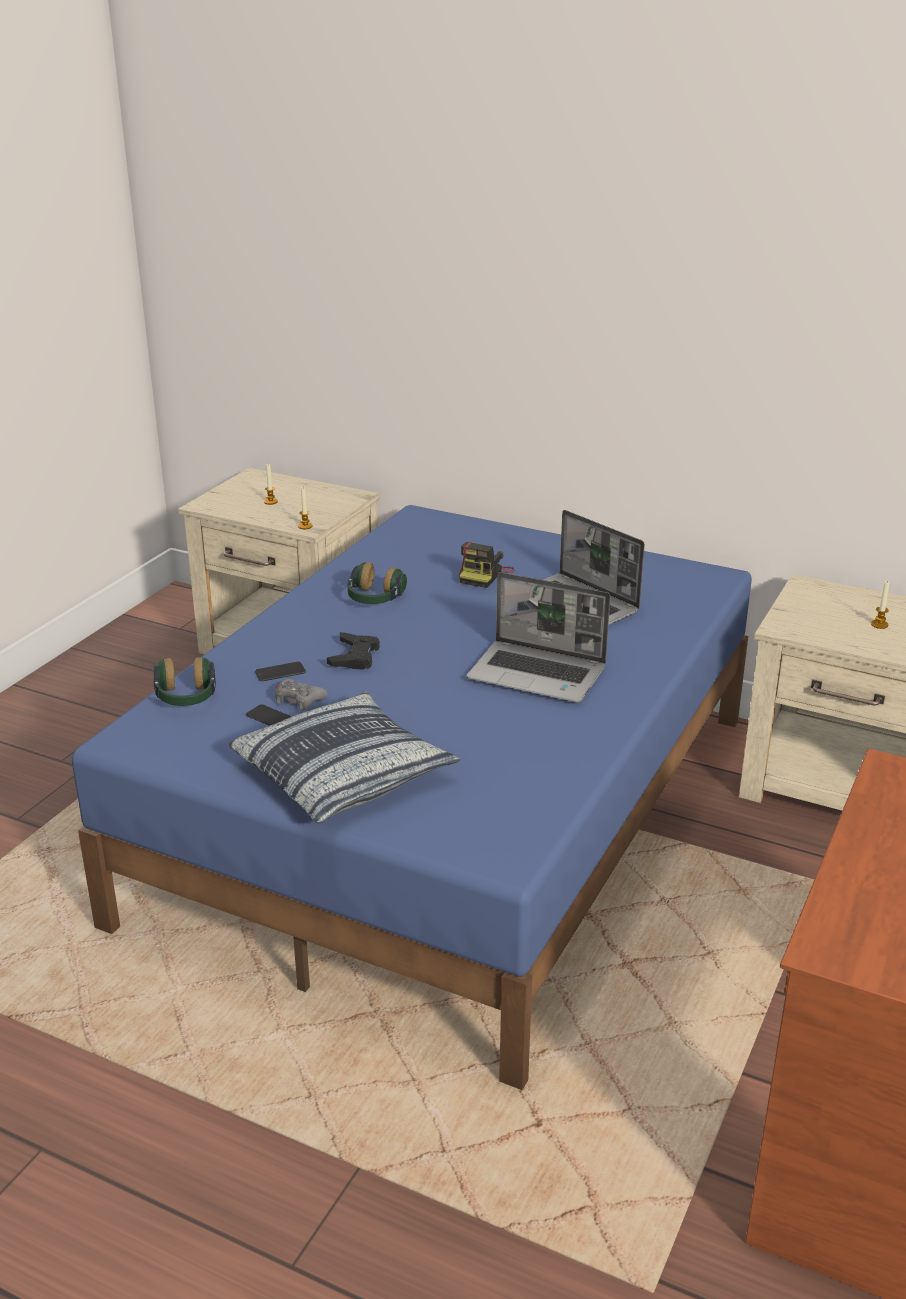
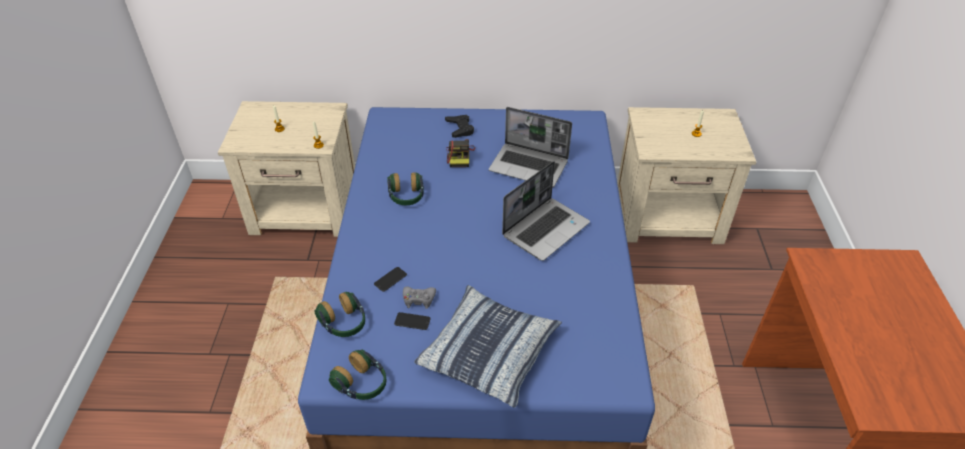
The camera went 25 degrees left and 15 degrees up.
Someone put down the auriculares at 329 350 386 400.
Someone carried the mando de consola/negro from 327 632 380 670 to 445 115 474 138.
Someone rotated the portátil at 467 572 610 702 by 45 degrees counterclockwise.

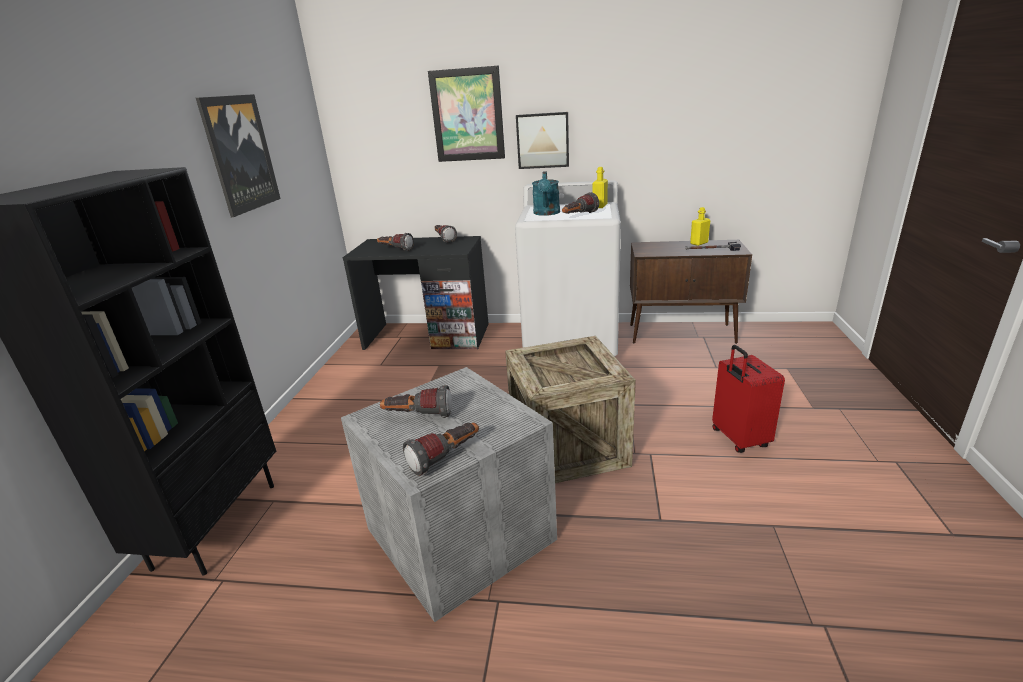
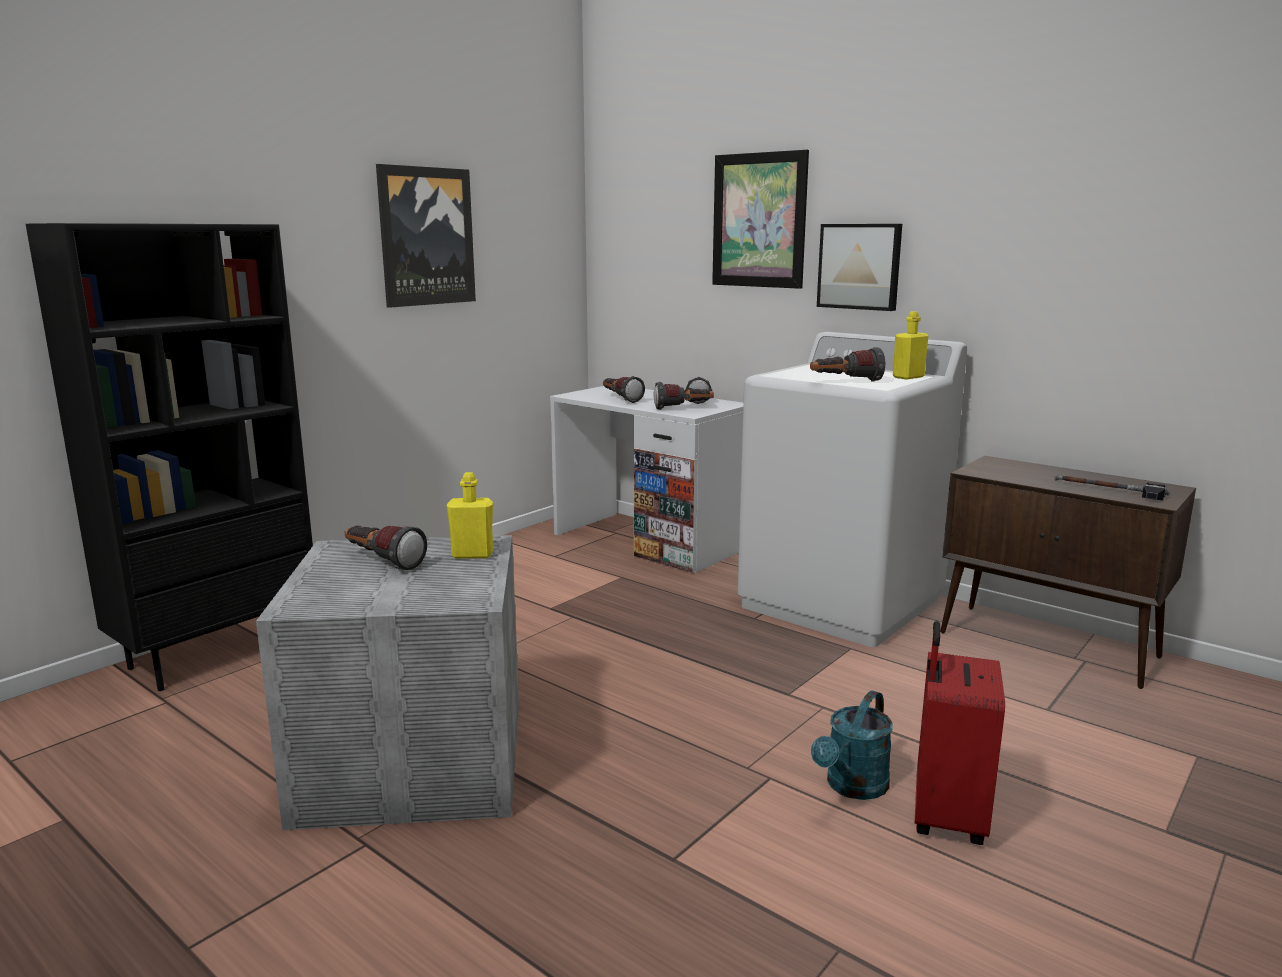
The camera went 30 degrees right and 10 degrees down.
Someone took away the caja de embalaje at 505 336 636 483.
Someone carried the linterna from 403 422 479 476 to 654 382 714 410.
Someone carried the regadera/turquesa from 532 171 560 216 to 811 690 893 800.
Someone carried the botella/amarillo from 690 207 711 246 to 446 472 493 559.
Someone repainted the escritorio/negro at 343 236 489 350, which became the escritorio/blanco at 550 386 743 573.

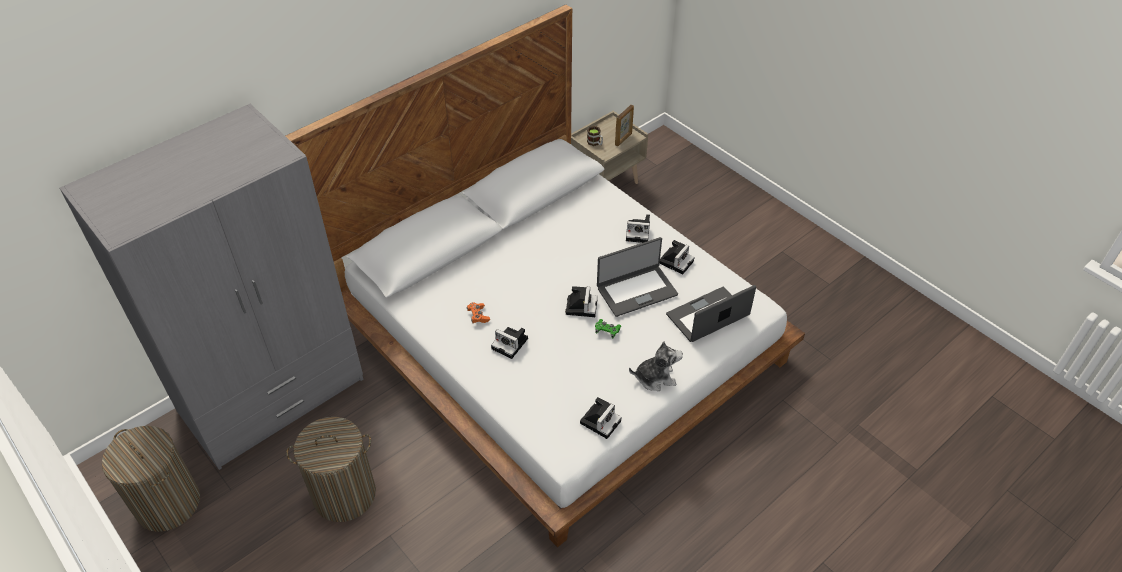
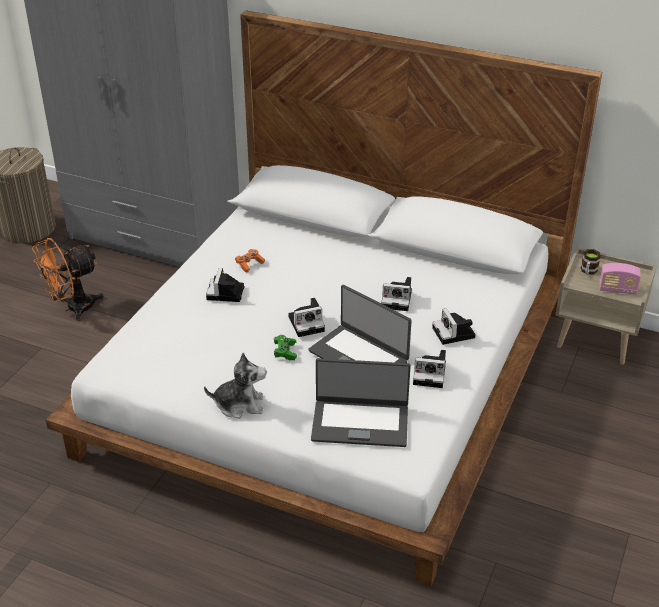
The camera went 65 degrees right and 10 degrees down.
Someone carried the cámara from 580 397 622 439 to 381 277 412 311.
Someone swapped the cesto de la ropa at 286 417 376 522 for the ventilador/naranja at 32 238 104 321.
Someone swapped the portarretratos at 615 105 634 146 for the radio at 599 263 641 294.
Someone rotated the peluche at 629 341 683 391 by 60 degrees counterclockwise.
Someone rotated the portátil at 666 285 756 342 by 150 degrees clockwise.

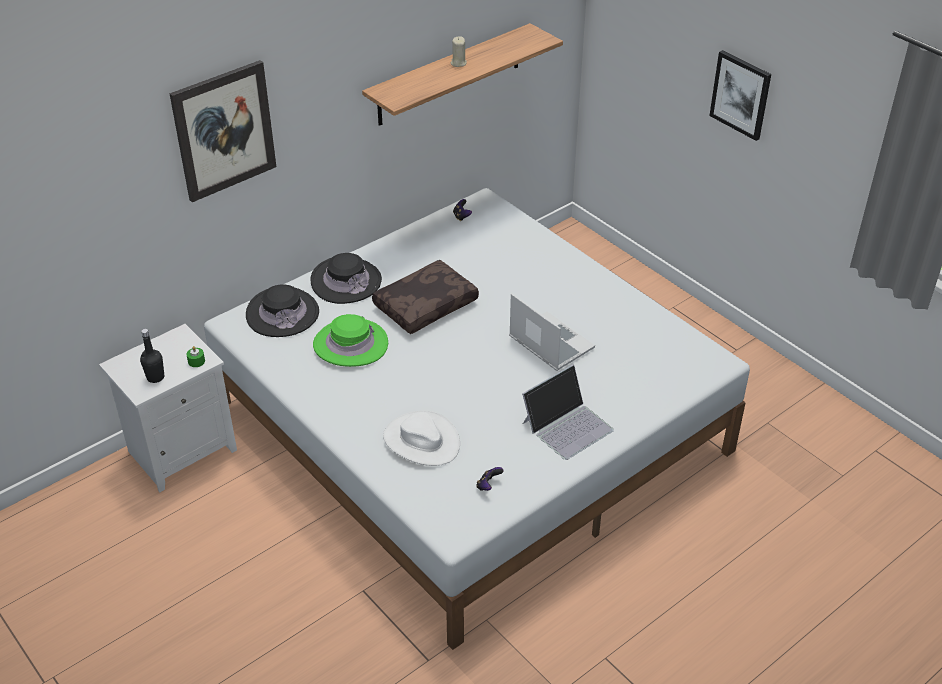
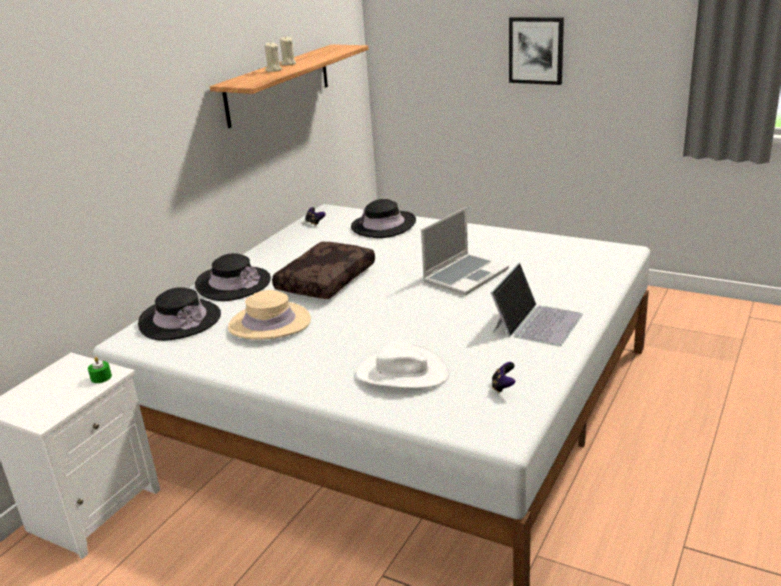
The camera went 20 degrees left and 15 degrees down.
Someone took away the botella/negro at 140 329 164 383.
Someone took away the cuadro at 170 60 276 202.
Someone put down the vela/beis at 264 42 282 72.
Someone put down the sombrero/negro at 351 199 416 238.
Someone repainted the sombrero/verde at 313 314 388 367, which became the sombrero/beis at 228 290 311 340.
Someone rotated the portátil at 509 293 595 371 by 105 degrees clockwise.

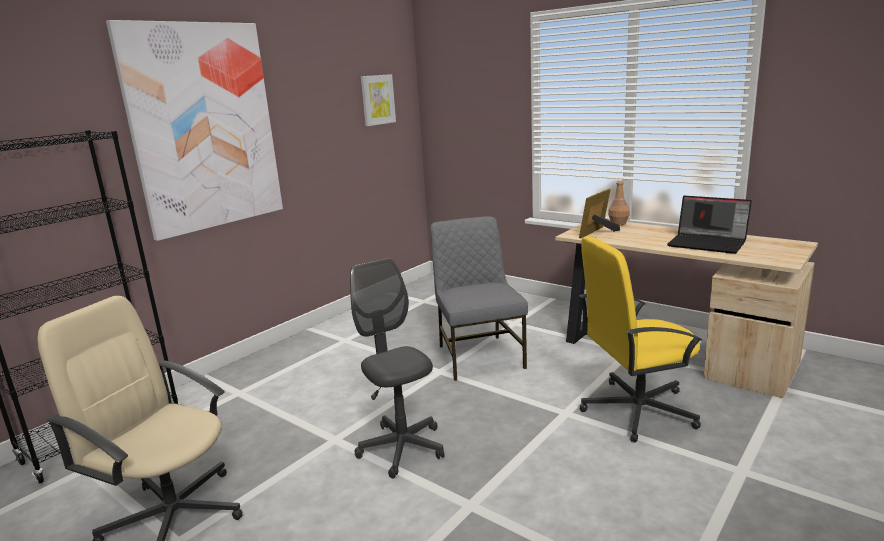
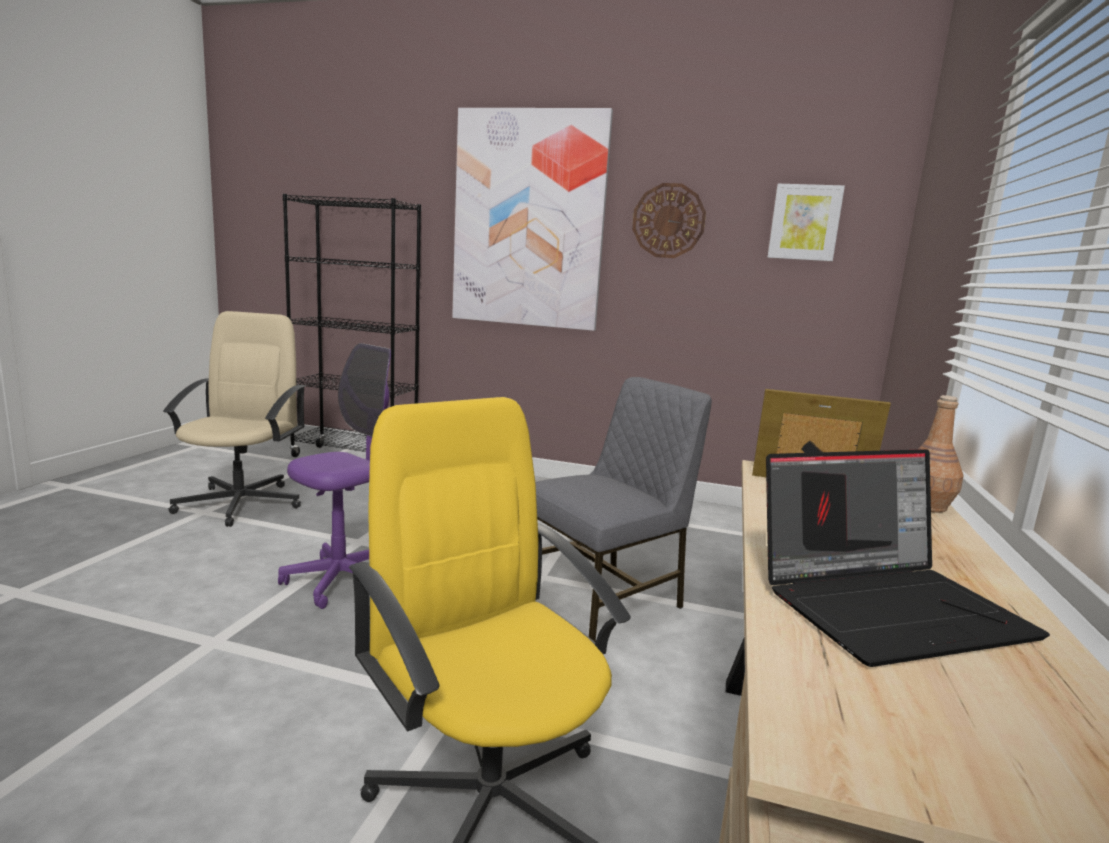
The camera went 65 degrees right and 5 degrees down.
Someone put up the reloj de pared at 632 183 706 258.
Someone repainted the silla de oficina/gris at 350 258 445 479, which became the silla de oficina/morado at 278 343 391 609.
Someone rotated the portátil at 667 196 752 254 by 120 degrees counterclockwise.

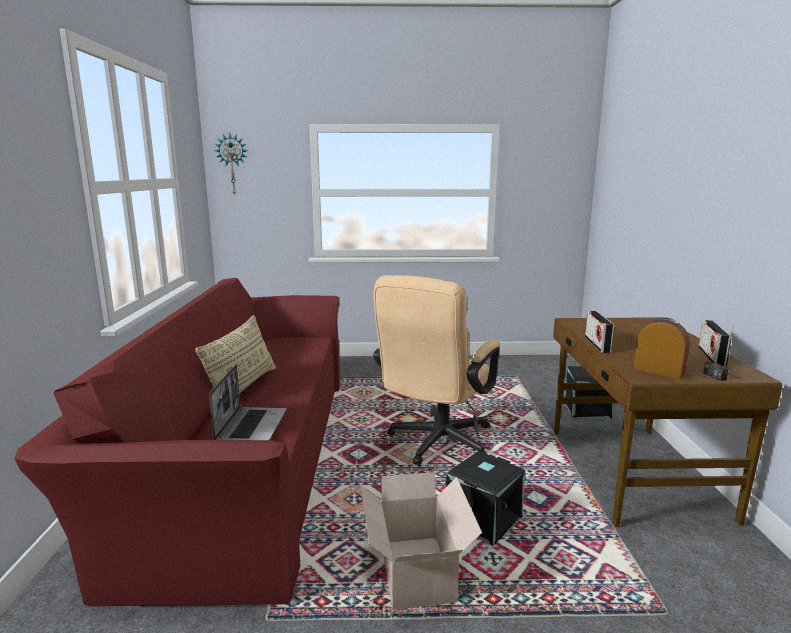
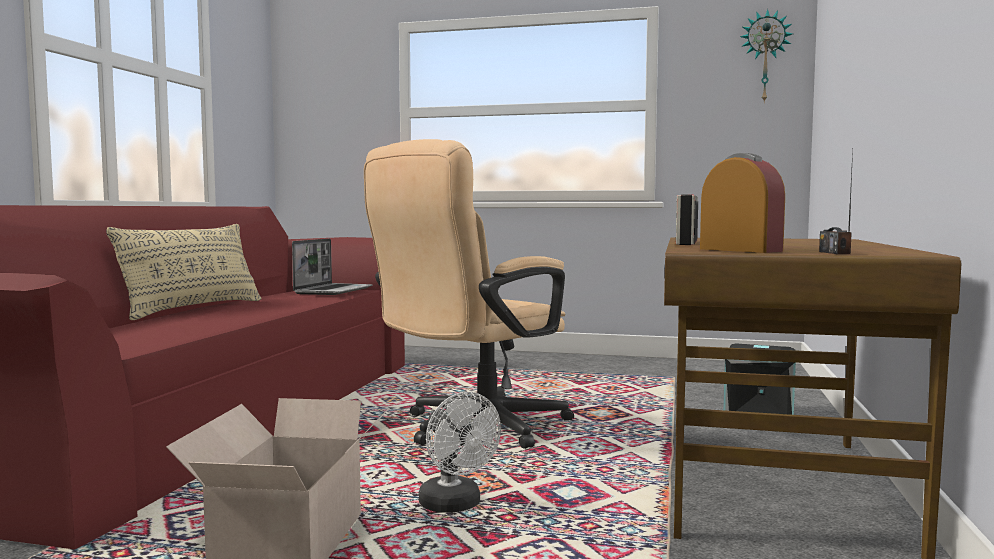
The camera went 15 degrees right and 10 degrees down.
Someone took away the radio at 698 320 731 366.
Someone carried the portátil from 209 365 287 440 to 292 239 373 295.
Someone carried the reloj de pared from 214 133 248 196 to 740 9 793 102.
Someone swapped the caja de almacenaje/negro at 446 451 525 546 for the ventilador/blanco at 419 392 501 513.

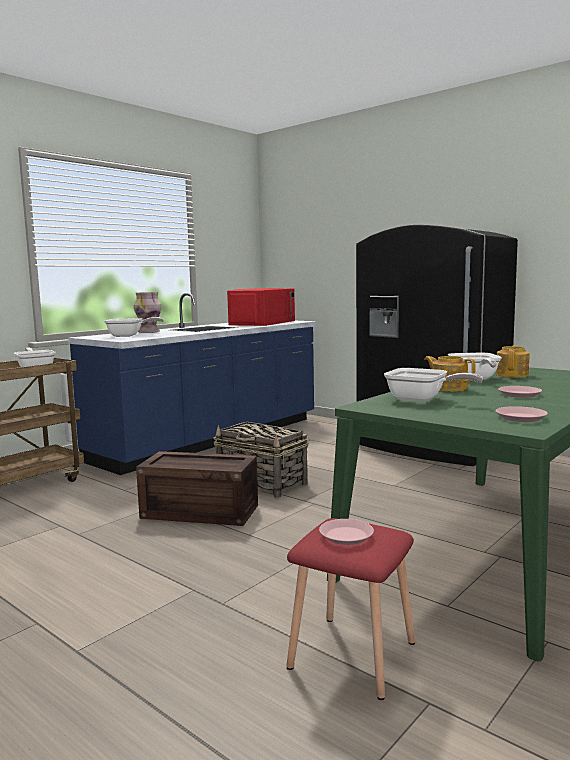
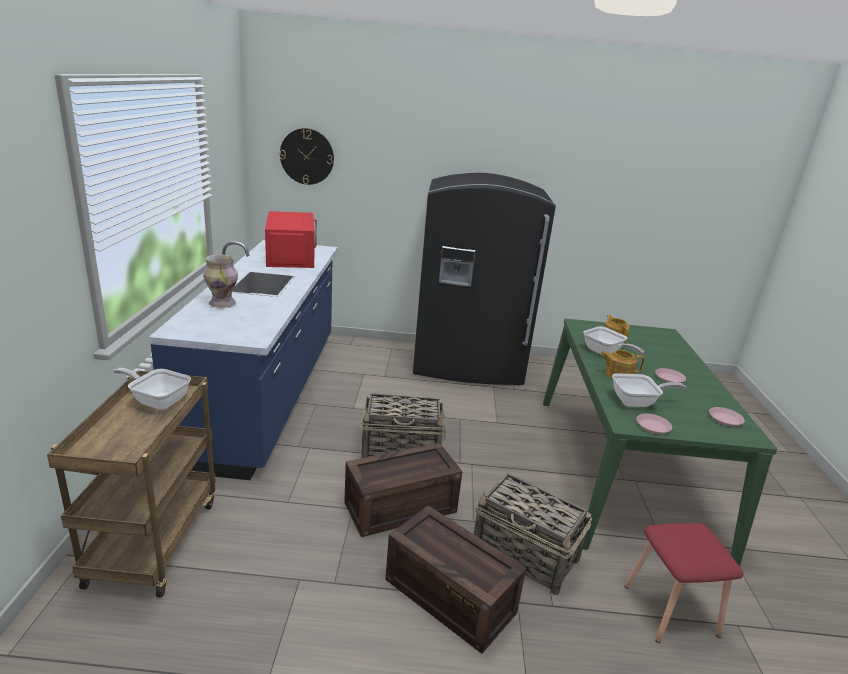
The camera went 40 degrees left and 15 degrees up.
Someone took away the sartén at 104 317 164 337.
Someone put up the reloj de pared at 280 128 334 185.
Someone put down the caja de embalaje at 385 506 526 654.
Someone put down the cesta at 474 473 592 595.
Someone carried the plato/rosa from 319 519 374 545 to 636 413 672 434.

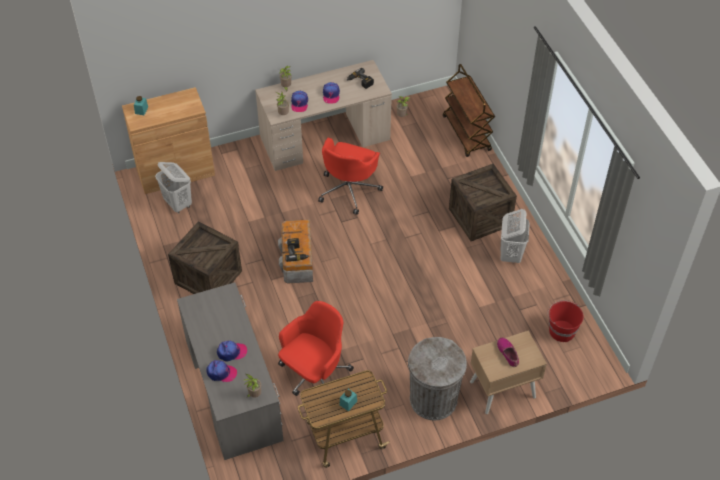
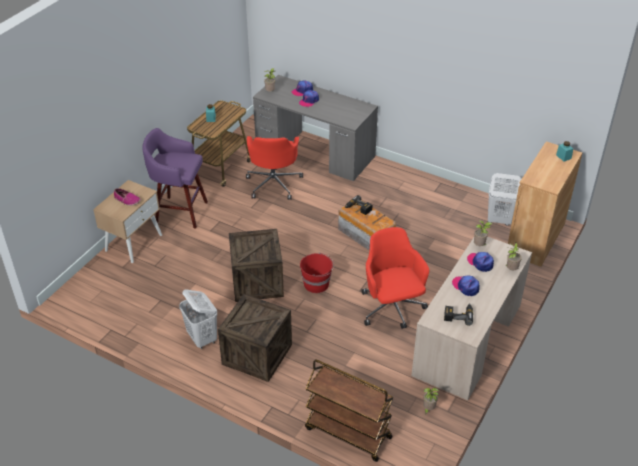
The camera went 140 degrees right and 10 degrees down.
Someone carried the caja de embalaje from 168 221 242 294 to 229 229 284 302.
Someone carried the cubo/rojo from 548 300 584 342 to 300 253 334 293.
Someone swapped the papelera/gris at 408 337 467 420 for the taburete/morado at 143 128 208 229.

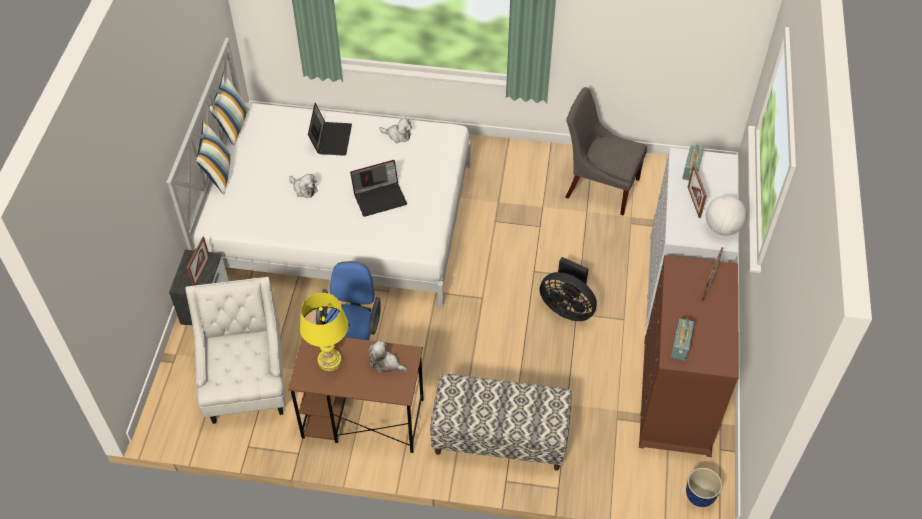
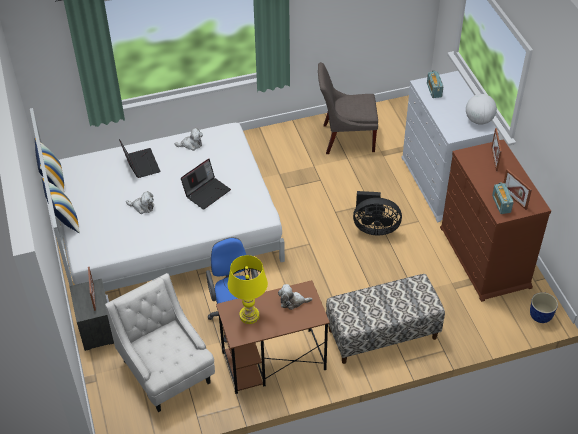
The camera went 25 degrees left and 5 degrees down.
Someone carried the portarretratos from 688 164 707 218 to 503 169 532 210.

